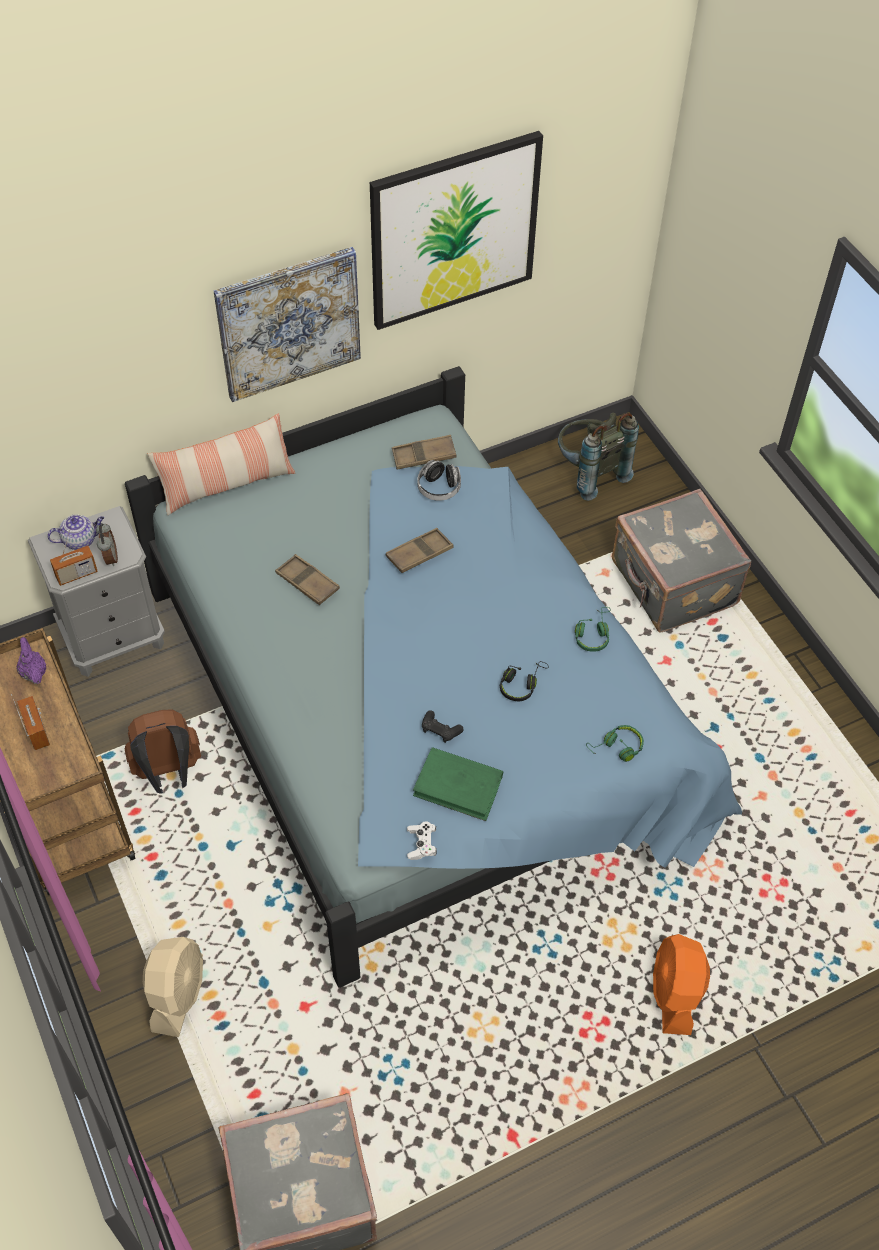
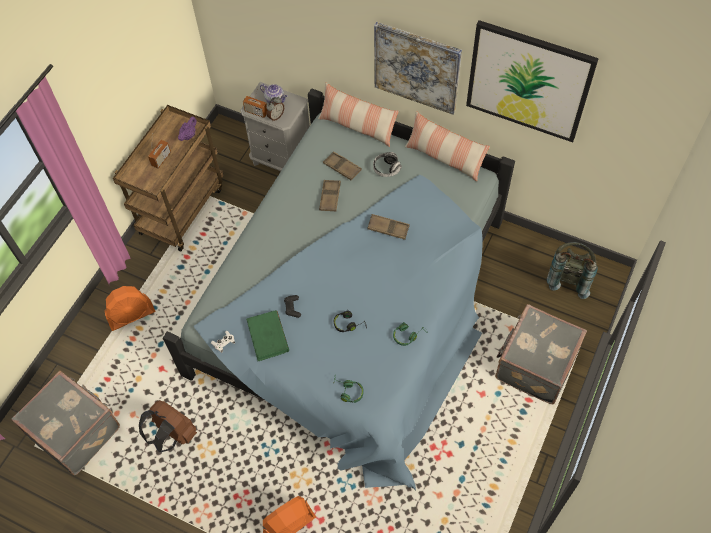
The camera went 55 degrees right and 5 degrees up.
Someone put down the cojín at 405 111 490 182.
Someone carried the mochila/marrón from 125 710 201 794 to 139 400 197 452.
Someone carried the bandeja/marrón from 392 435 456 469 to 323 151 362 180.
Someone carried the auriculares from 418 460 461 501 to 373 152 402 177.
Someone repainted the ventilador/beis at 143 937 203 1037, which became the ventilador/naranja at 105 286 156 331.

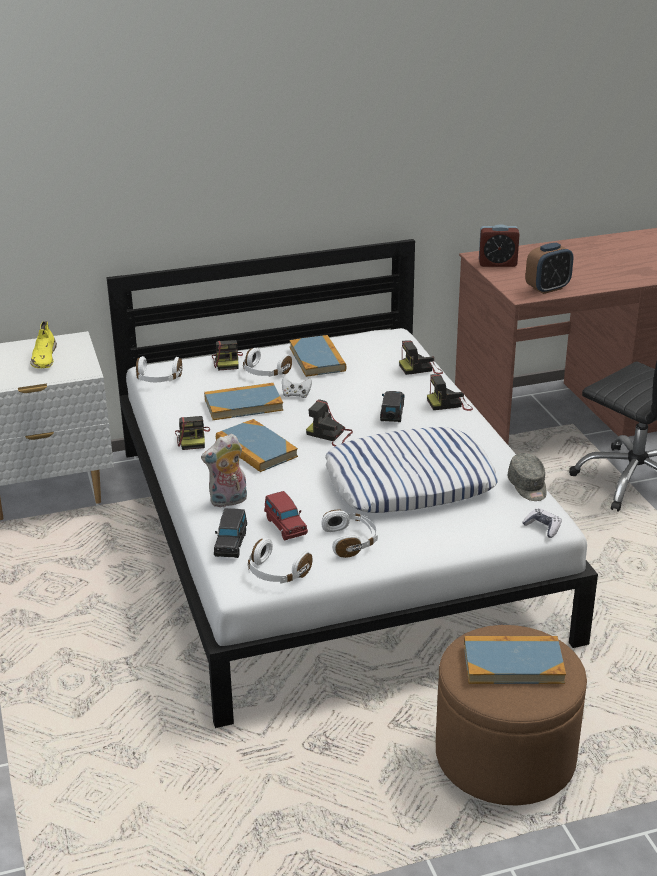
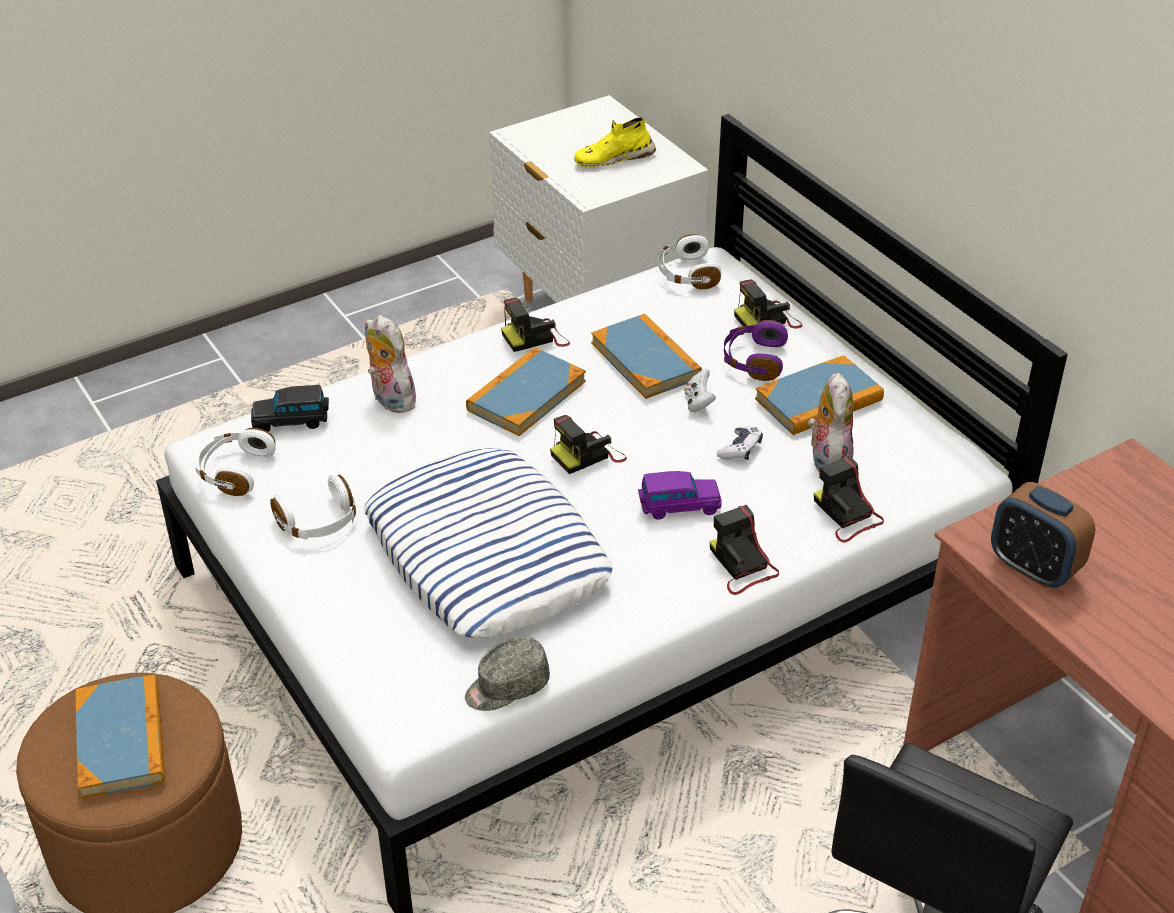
The camera went 75 degrees right and 10 degrees up.
Someone took away the coche de juguete/rojo at 264 491 308 540.
Someone took away the despertador at 479 224 520 267.
Someone put down the peluche at 808 373 853 473.
Someone carried the mando de consola from 522 508 562 538 to 717 426 763 460.
Someone repainted the auriculares/blanco at 243 348 292 377, which became the auriculares/morado at 724 320 788 381.
Someone repainted the coche de juguete/negro at 380 391 405 422, which became the coche de juguete/morado at 638 471 722 520.
Someone rotated the cámara at 306 399 353 447 by 135 degrees counterclockwise.

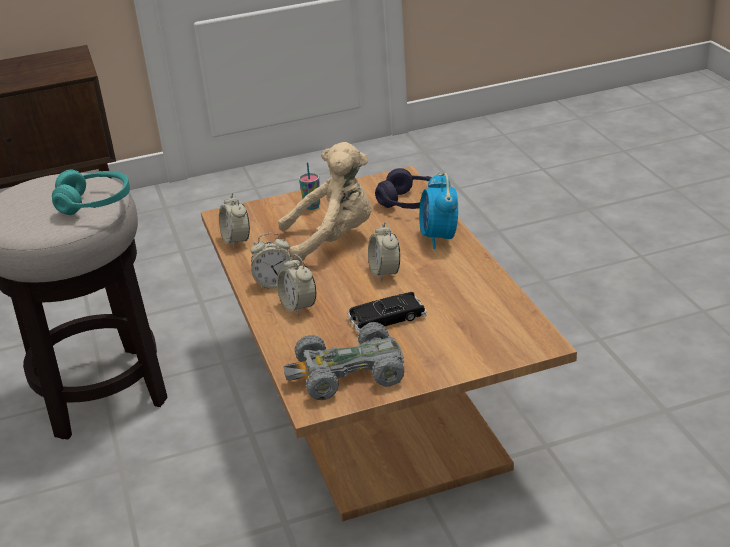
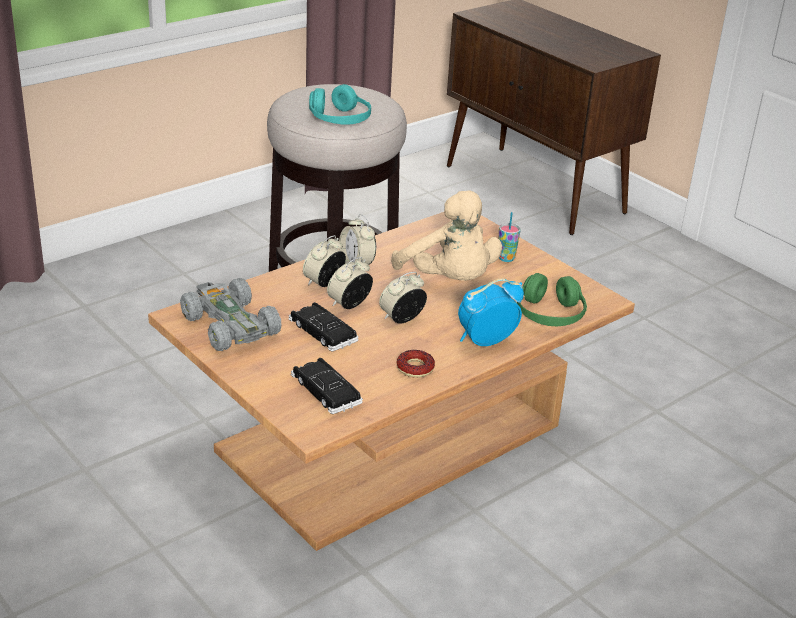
The camera went 65 degrees right and 0 degrees up.
Someone put down the coche de juguete/negro at 291 358 363 414.
Someone put down the rosquilla at 397 350 435 378.
Someone carried the despertador from 219 193 250 248 to 327 257 373 309.
Someone repainted the auriculares/morado at 375 168 432 209, which became the auriculares/verde at 517 273 587 326.

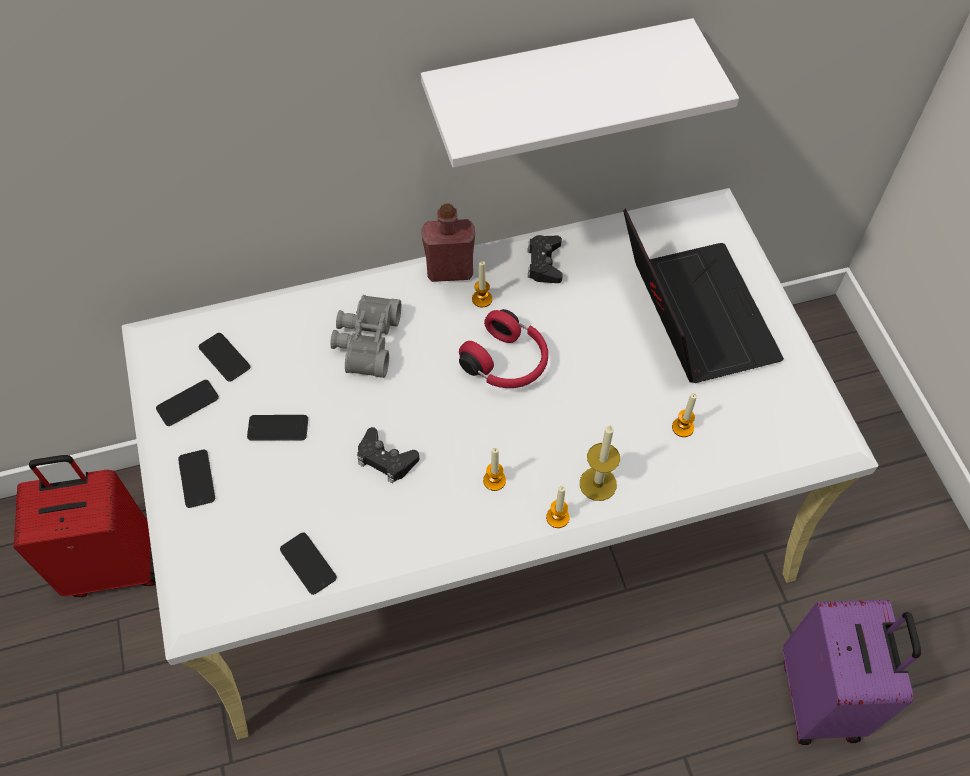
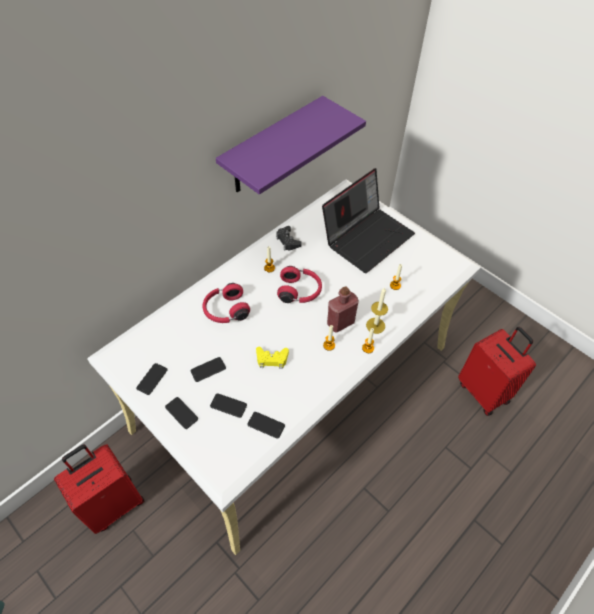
The camera went 30 degrees left and 5 degrees down.
Someone carried the móvil from 199 333 250 382 to 210 393 247 418.
Someone carried the botella/rojo from 421 204 475 282 to 327 286 359 333.
Someone swapped the prismáticos/gris at 330 295 401 378 for the auriculares/rojo at 202 283 250 323.
Someone repainted the mando de consola/negro at 357 427 419 483, which became the mando de consola/amarillo at 256 347 289 369.
Someone repainted the estante/blanco at 421 18 739 168, which became the estante/morado at 216 96 366 195.
Someone repainted the maleta/morado at 783 600 921 745, which became the maleta/rojo at 458 327 536 416.
Someone rotated the portátil at 623 208 784 383 by 90 degrees clockwise.

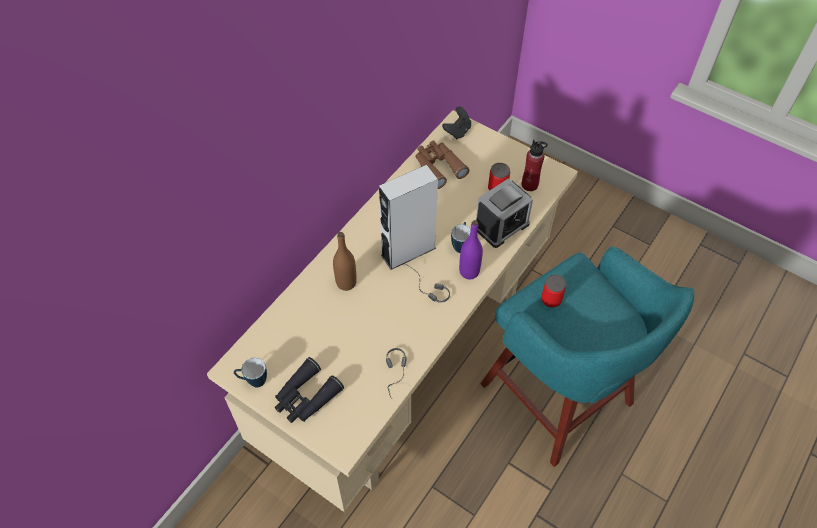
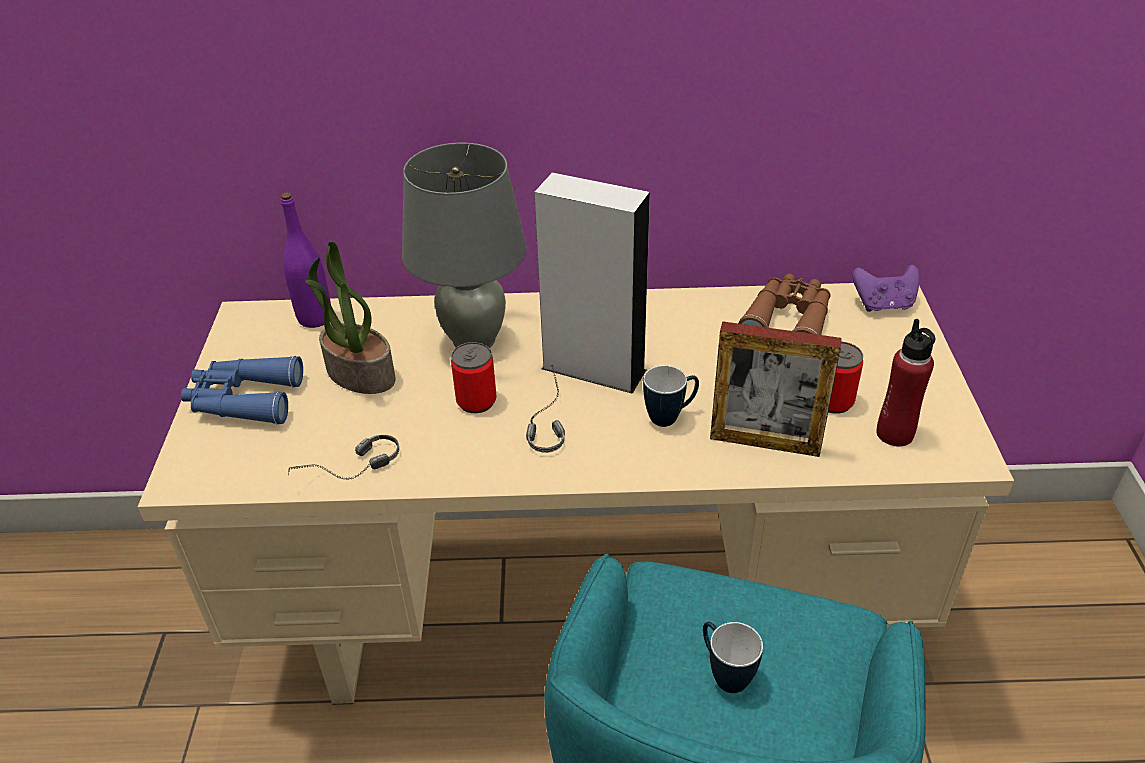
The camera went 55 degrees right and 15 degrees down.
Someone put down the planta en maceta at 306 241 396 394.
Someone carried the taza grande from 234 357 267 388 to 703 622 763 693.
Someone carried the botella/morado from 459 220 483 279 to 281 192 331 328.
Someone carried the lata from 541 274 566 308 to 451 342 497 413.
Someone swapped the botella/marrón at 333 232 357 291 for the lámpara de mesa/gris at 402 143 527 348.
Someone swapped the despertador at 476 178 533 248 for the portarretratos at 710 321 842 457.
Someone repainted the prismáticos/negro at 275 357 344 423, which became the prismáticos/azul at 181 356 303 425.
Someone repainted the mando de consola/negro at 442 107 471 139, which became the mando de consola/morado at 852 264 920 312.

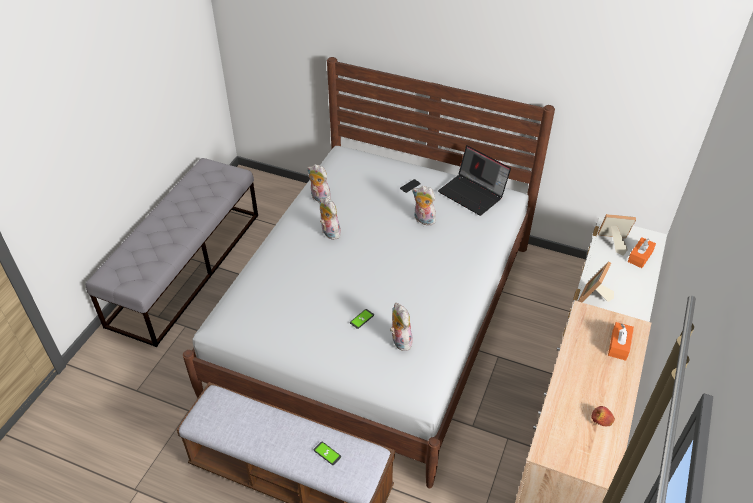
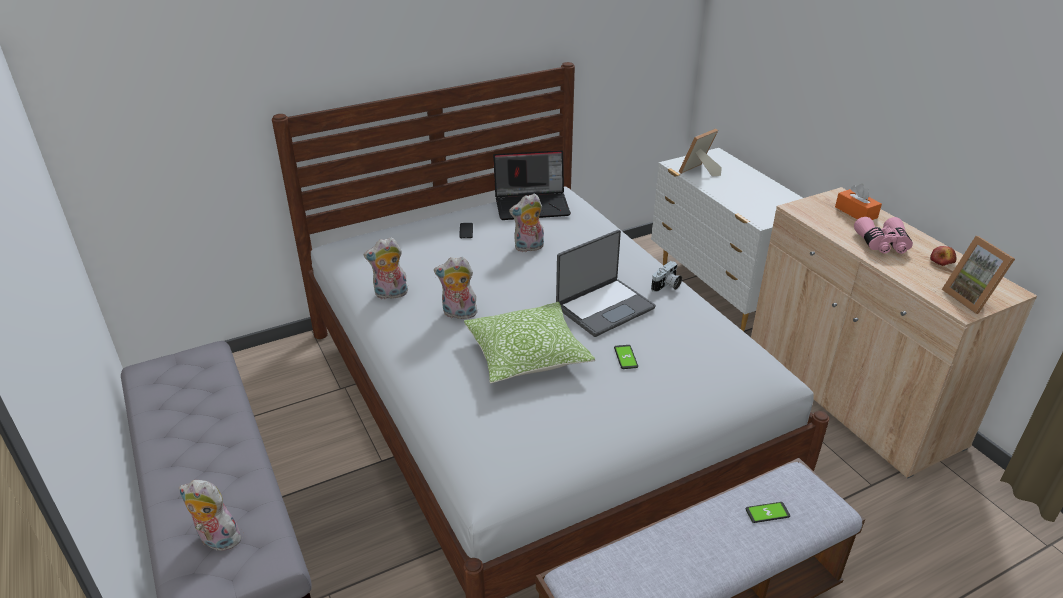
The camera went 50 degrees left and 10 degrees down.
Someone took away the caja de pañuelos/naranja at 628 237 656 268.
Someone put down the cojín at 464 302 595 383.
Someone put down the portátil at 556 230 656 337.
Someone put down the cámara at 651 261 682 292.
Someone put down the prismáticos/rosa at 854 217 913 254.
Someone carried the peluche from 390 303 413 351 to 179 480 241 551.
Someone carried the portarretratos from 578 261 614 302 to 942 236 1015 314.

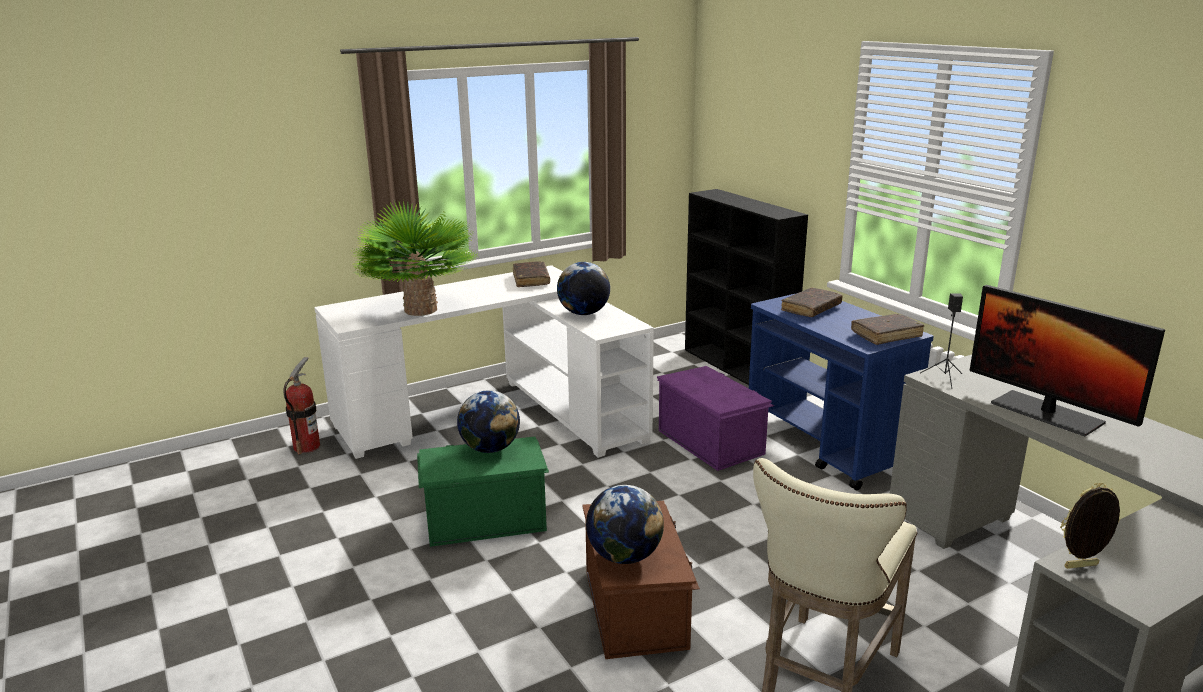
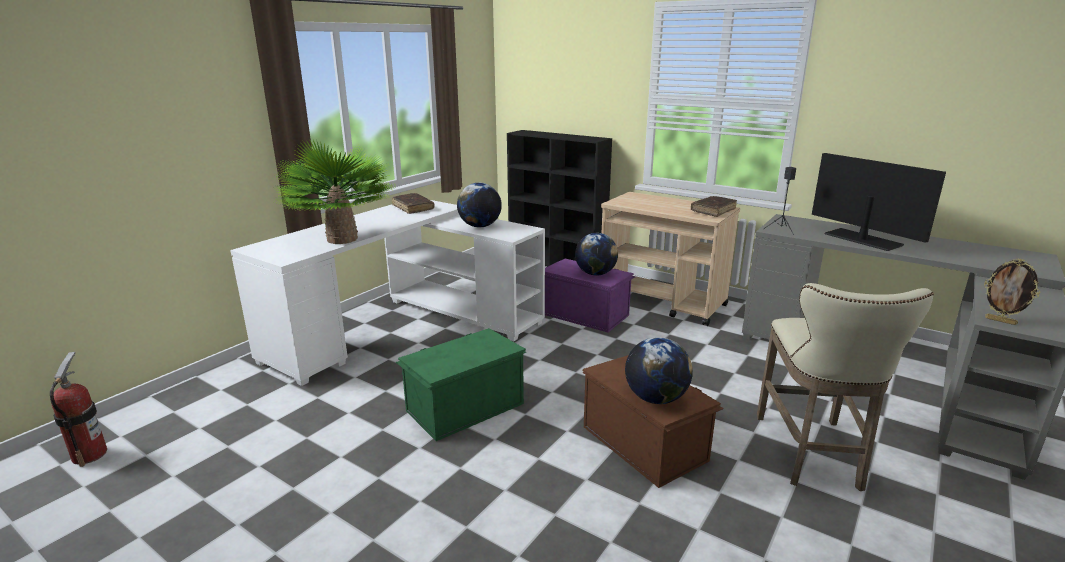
The camera went 25 degrees left and 0 degrees up.
Someone took away the libro/marrón at 781 288 843 317.
Someone carried the extintor from 284 357 320 455 to 50 352 107 467.
Someone carried the globo terráqueo from 457 390 520 453 to 575 233 618 276.
Someone repainted the carrito/azul at 749 293 934 491, which became the carrito/beis at 601 192 740 326.
Someone rotated the monitor at 970 285 1165 436 by 150 degrees counterclockwise.
Someone rotated the portarretratos at 1060 483 1120 569 by 105 degrees counterclockwise.

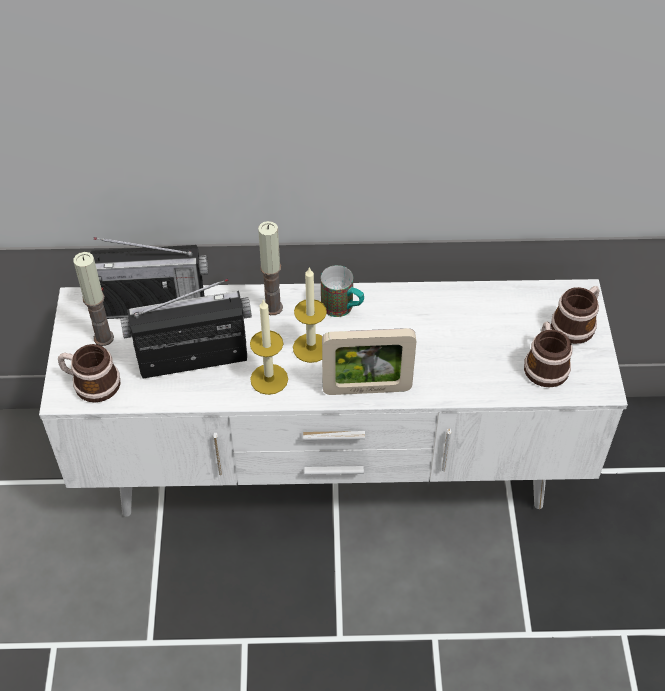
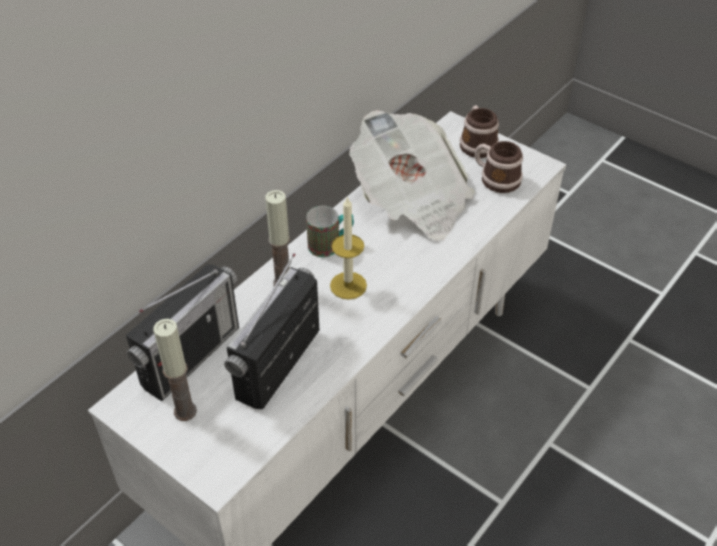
The camera went 50 degrees left and 5 degrees down.
Someone took away the taza grande at 58 344 120 403.
Someone took away the vela at 250 299 288 395.
Someone took away the portarretratos at 322 328 416 395.
Someone put down the periódico at 349 110 475 240.

